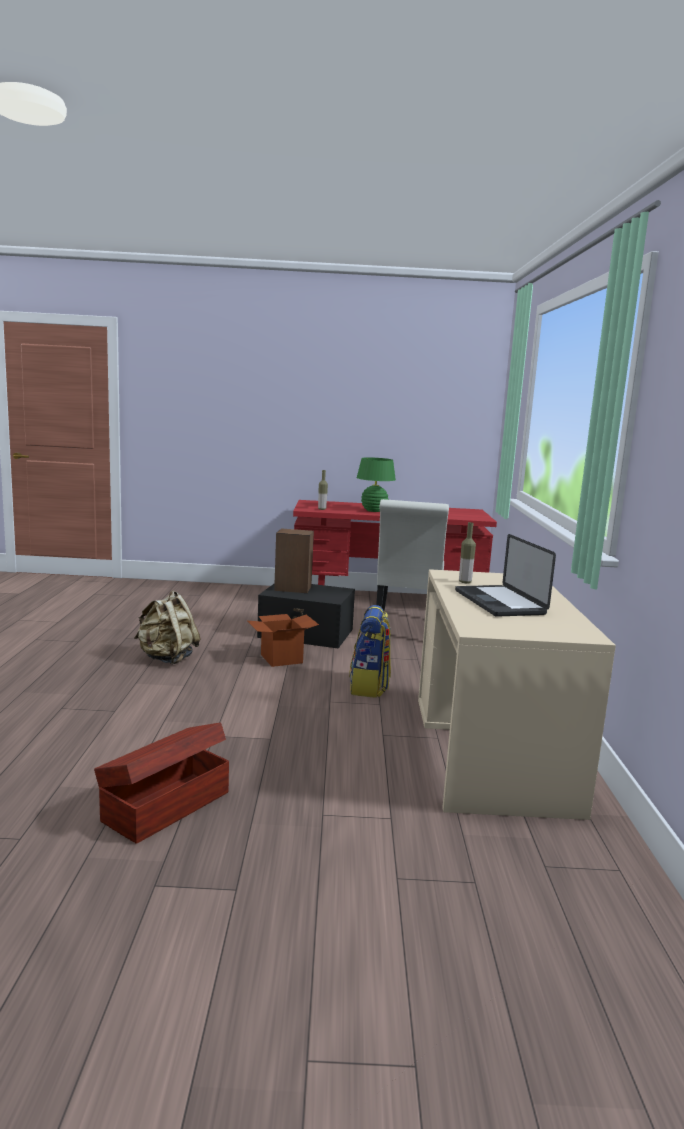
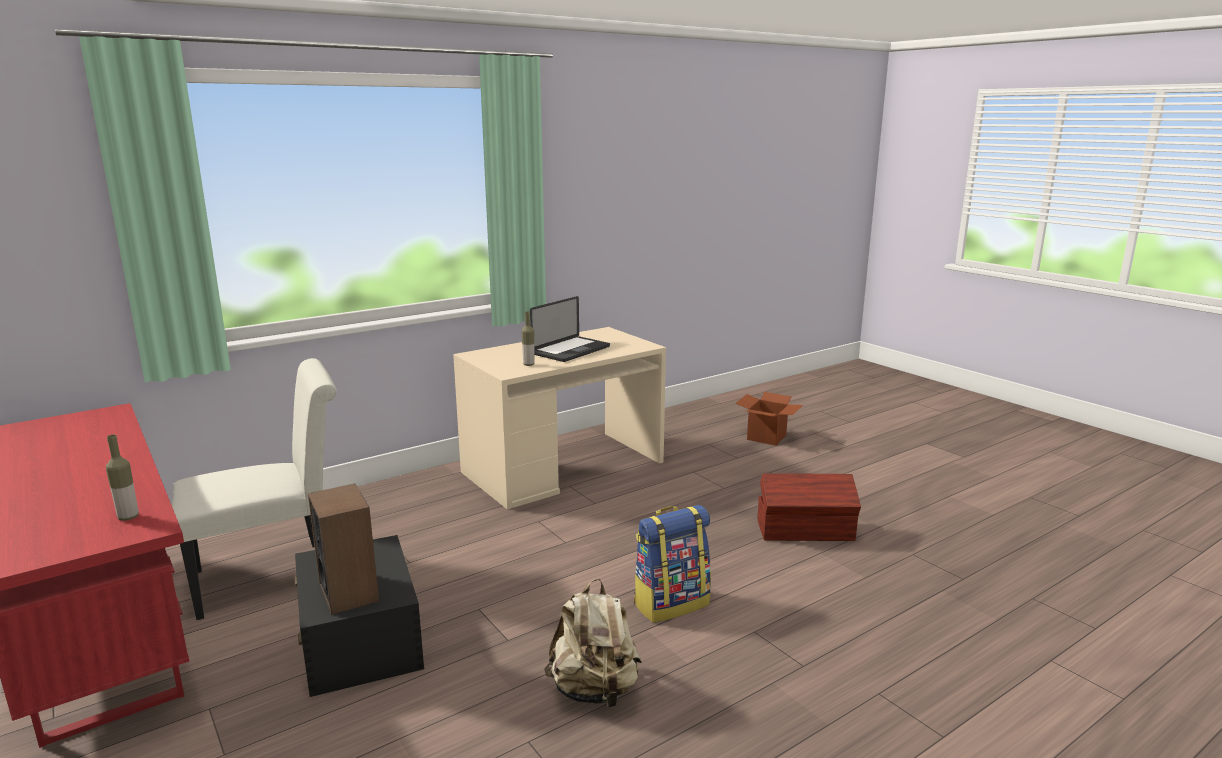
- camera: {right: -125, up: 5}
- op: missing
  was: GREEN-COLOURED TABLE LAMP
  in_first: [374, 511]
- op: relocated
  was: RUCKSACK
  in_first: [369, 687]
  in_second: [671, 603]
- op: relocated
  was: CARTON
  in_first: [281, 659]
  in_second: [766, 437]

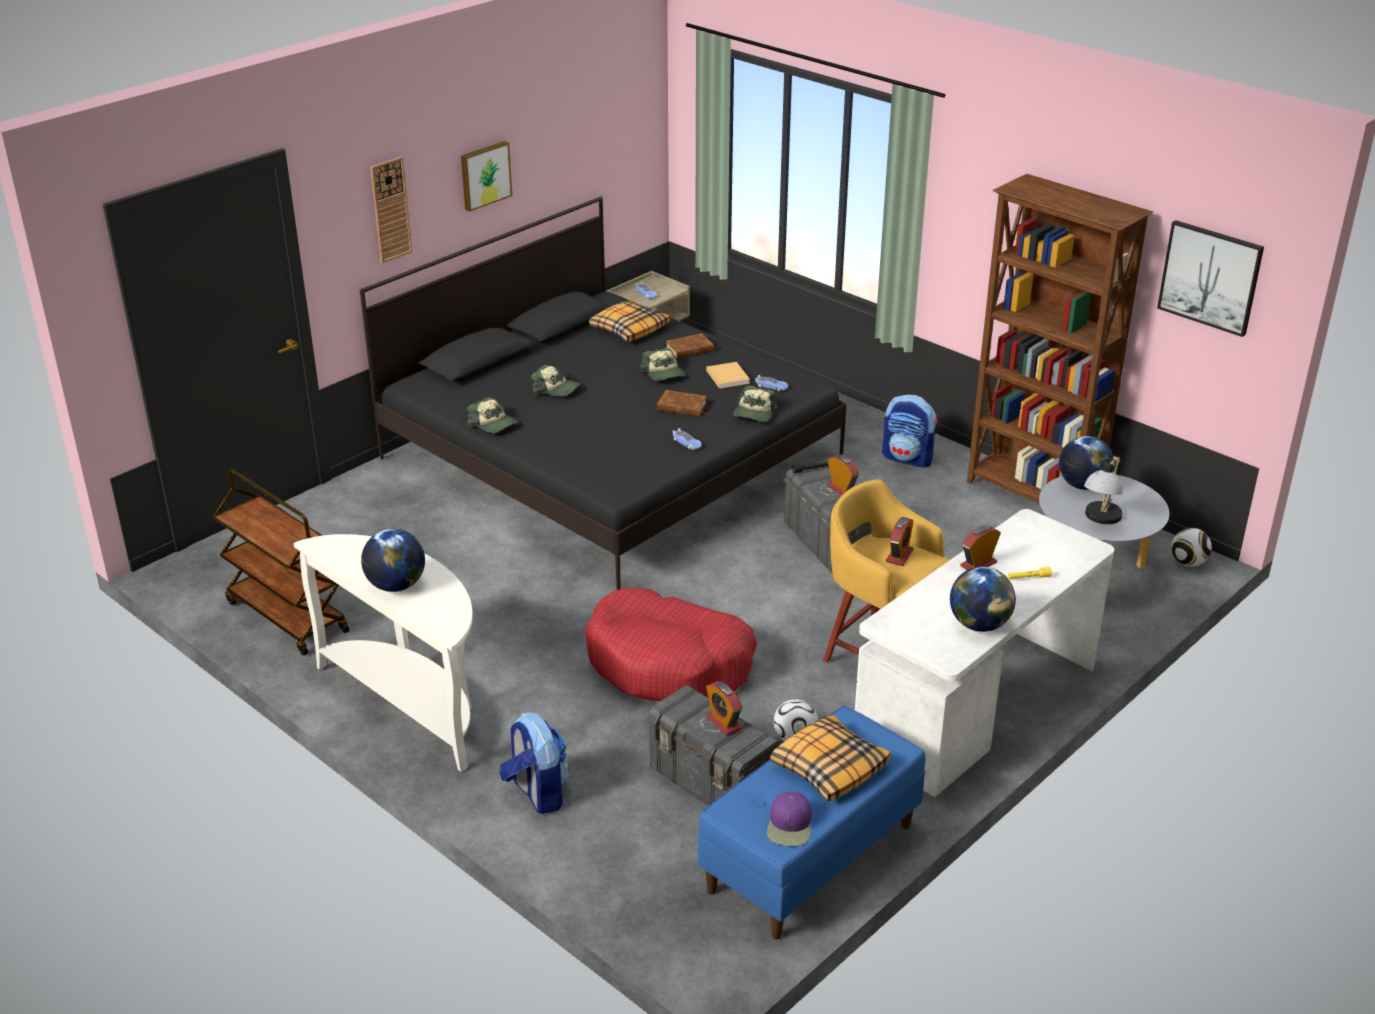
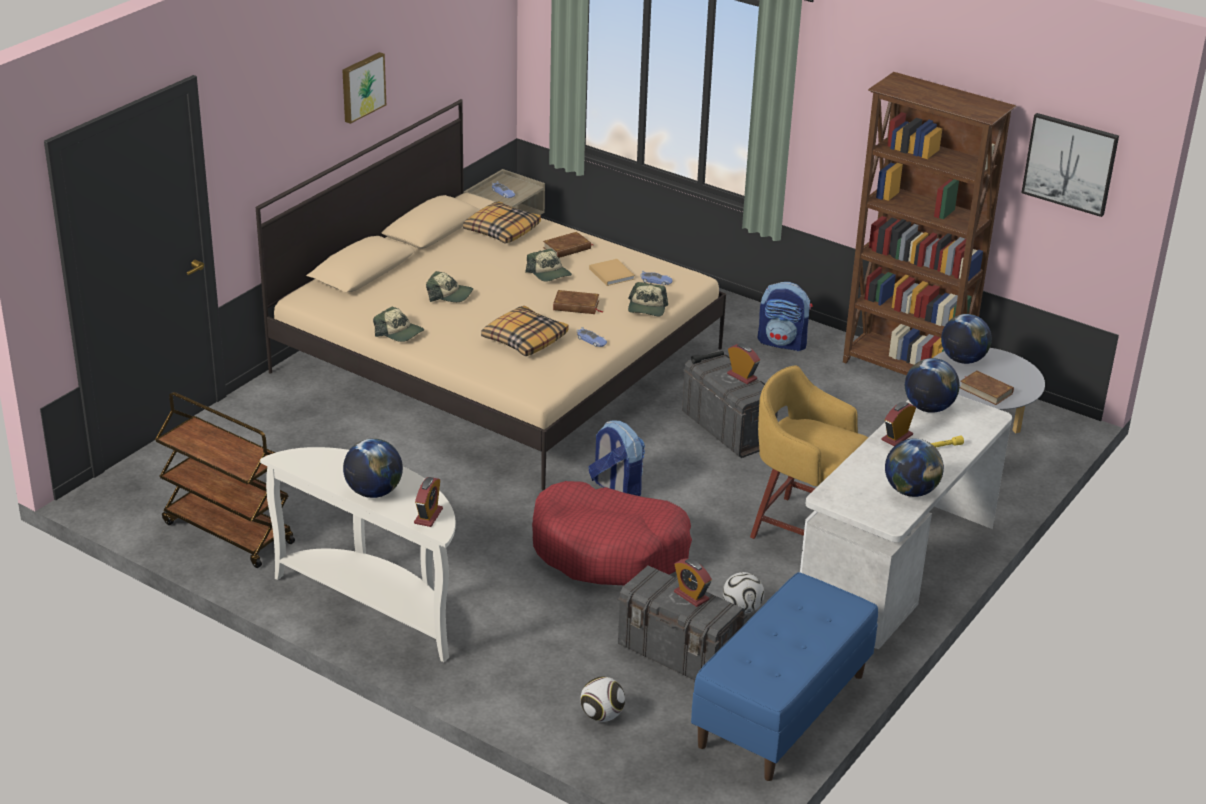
- camera: {right: -10, up: 0}
- op: missing
  was: HANGING CLOCK
  in_first: [390, 210]
- op: colour
  was: BLACKISH BED
  now: BEIGE BED
  in_first: [611, 459]
  in_second: [498, 360]
- op: exchanged
  was: TABLE LAMP
  now: BROWN-COLOURED BOOK
  in_first: [1101, 519]
  in_second: [985, 390]
- op: relocated
  was: ALARM CLOCK
  in_first: [899, 556]
  in_second: [428, 516]
- op: relocated
  was: FOOTBALL
  in_first: [1187, 563]
  in_second: [601, 715]
- op: relocated
  was: RUCKSACK
  in_first: [537, 793]
  in_second: [616, 489]
- op: relocated
  was: THROW PILLOW
  in_first: [828, 767]
  in_second: [524, 339]
- op: missing
  was: PURPLE PEAKED CAP
  in_first: [790, 825]
- op: appeared
  now: DESK GLOBE
  in_second: [928, 408]

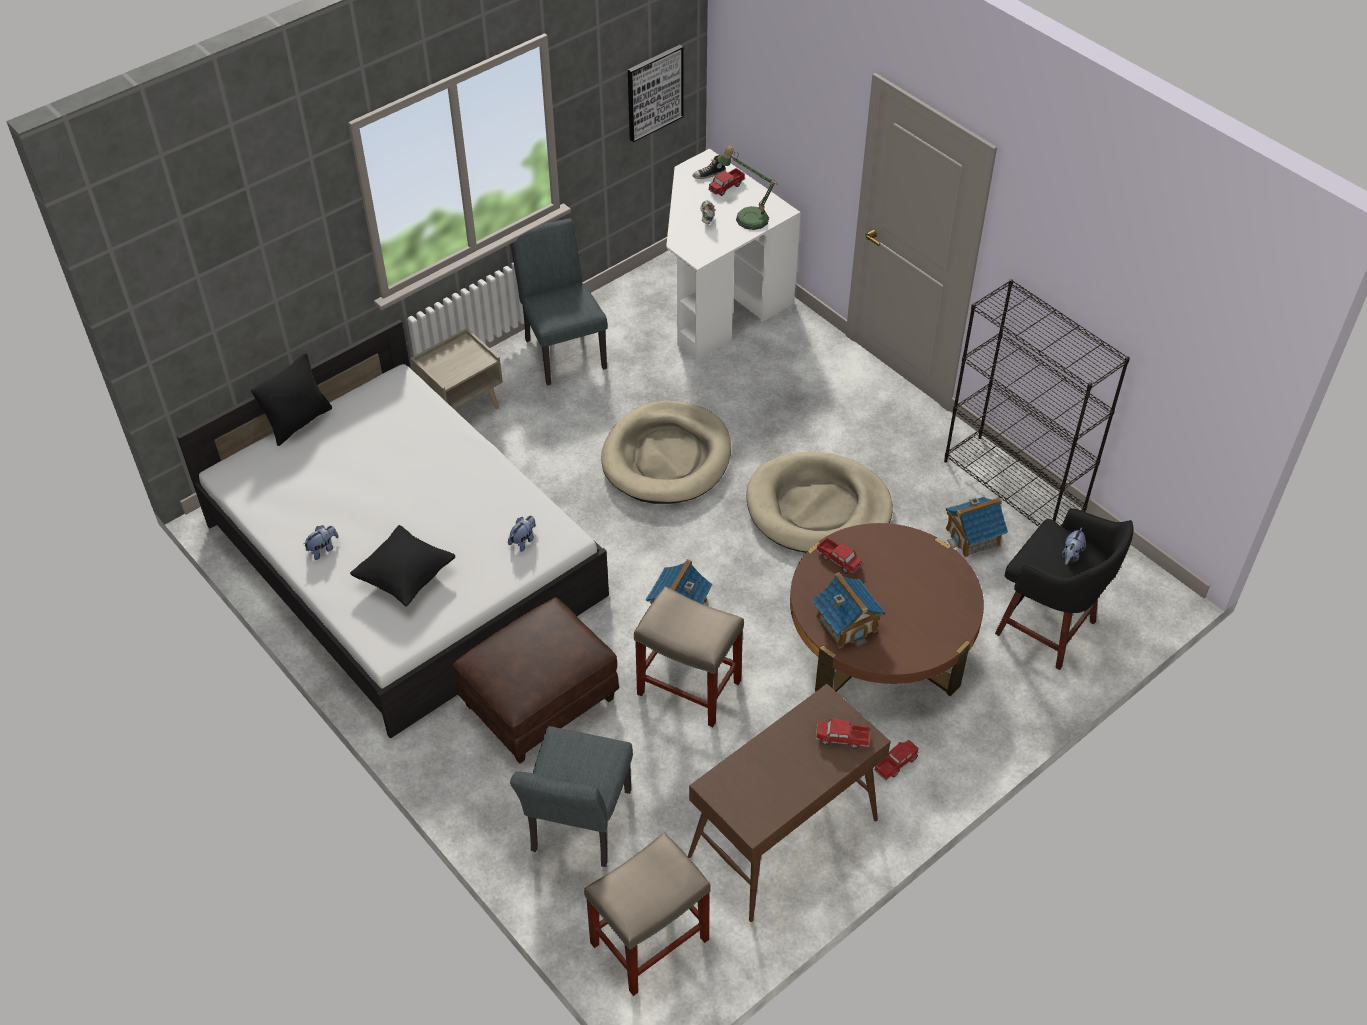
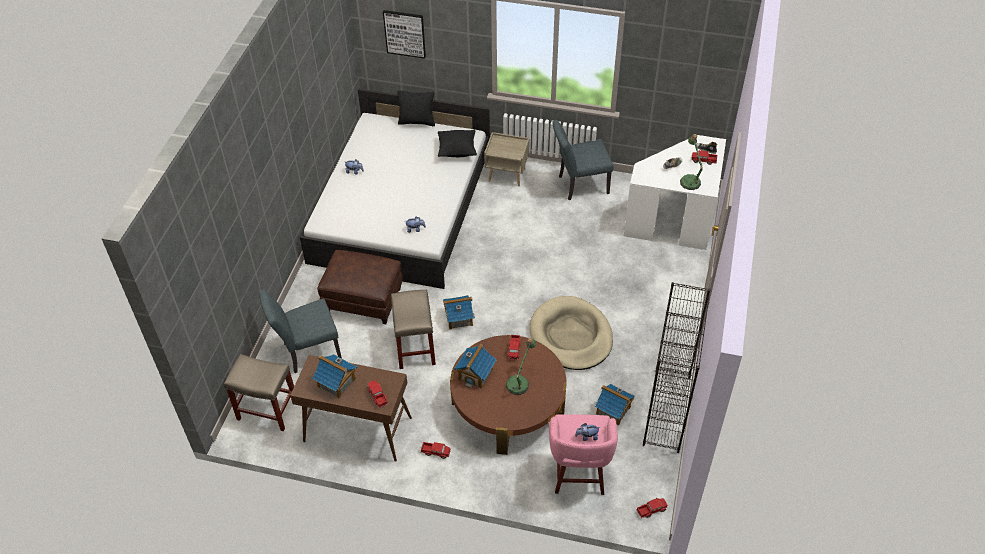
- camera: {right: 55, up: 0}
- op: relocated
  was: WALL PICTURE
  in_first: [654, 92]
  in_second: [405, 33]
- op: spun
  was: GRAY UPRIGHT CHAIR
  in_first: [562, 349]
  in_second: [579, 185]
  clockwise: -135
- op: missing
  was: BEIGE DOG BED
  in_first: [667, 457]
- op: colour
  was: BLACKISH STOOL SEAT
  now: PINKISH STOOL SEAT
  in_first: [1049, 629]
  in_second: [579, 475]
- op: relocated
  was: BLACKISH THROW PILLOW
  in_first: [405, 578]
  in_second: [457, 151]
- op: appeared
  now: TABLE LAMP
  in_second: [519, 382]
- op: appeared
  now: TOY HOUSE
  in_second: [336, 383]
- op: appeared
  now: MODEL TRUCK
  in_second: [651, 510]

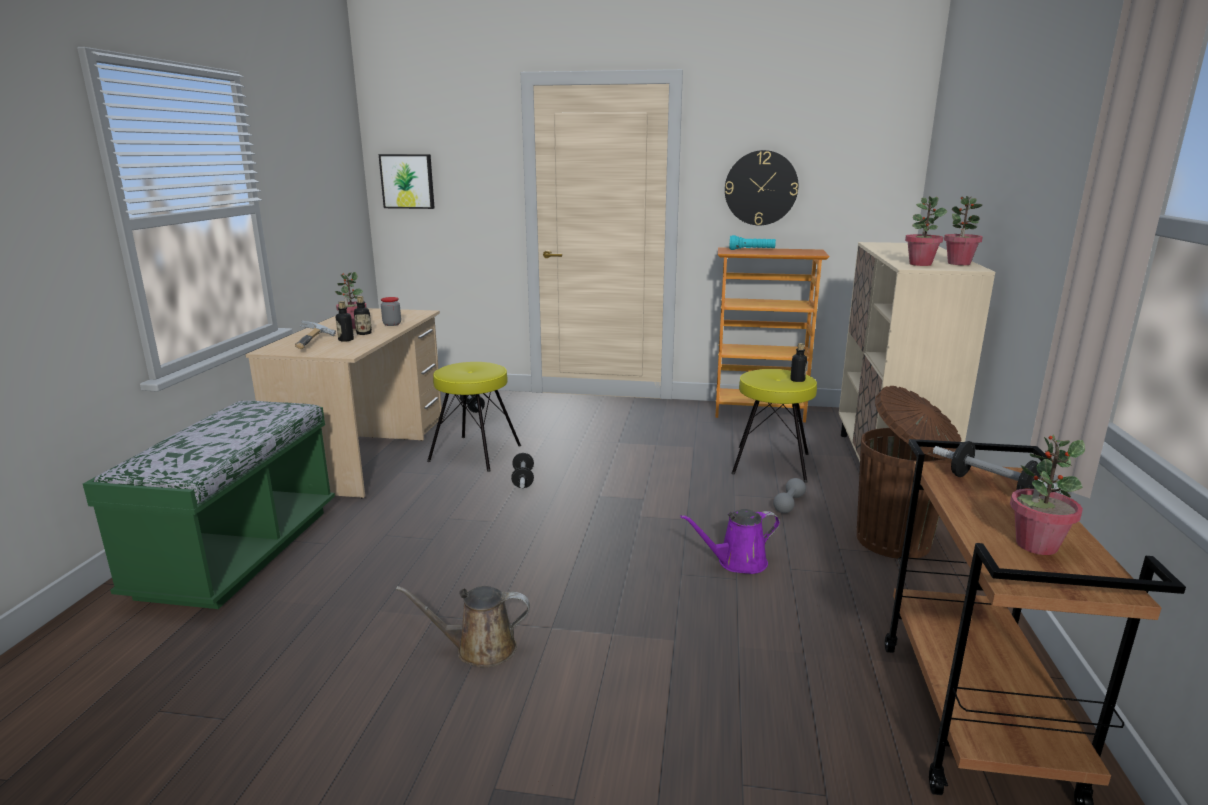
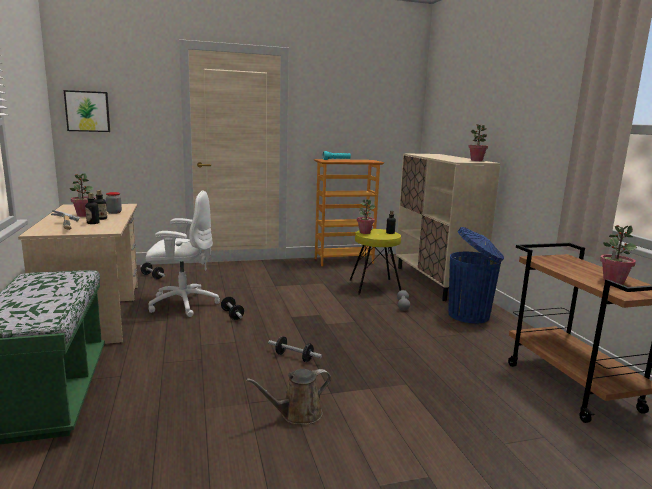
- camera: {right: -25, up: -5}
- op: missing
  was: HANGING CLOCK
  in_first: [761, 188]
- op: relocated
  was: POTTED PLANT
  in_first: [920, 264]
  in_second: [364, 232]
- op: exchanged
  was: YELLOW-COLOURED STOOL SEAT
  now: WHITE OFFICE CHAIR
  in_first: [475, 453]
  in_second: [182, 304]
- op: colour
  was: BROWN-COLOURED WASTE BIN
  now: BLUISH WASTE BIN
  in_first: [895, 541]
  in_second: [470, 315]
- op: relocated
  was: FREE WEIGHT
  in_first: [991, 486]
  in_second: [294, 357]
- op: missing
  was: PURPLE WATERING POT
  in_first: [737, 562]

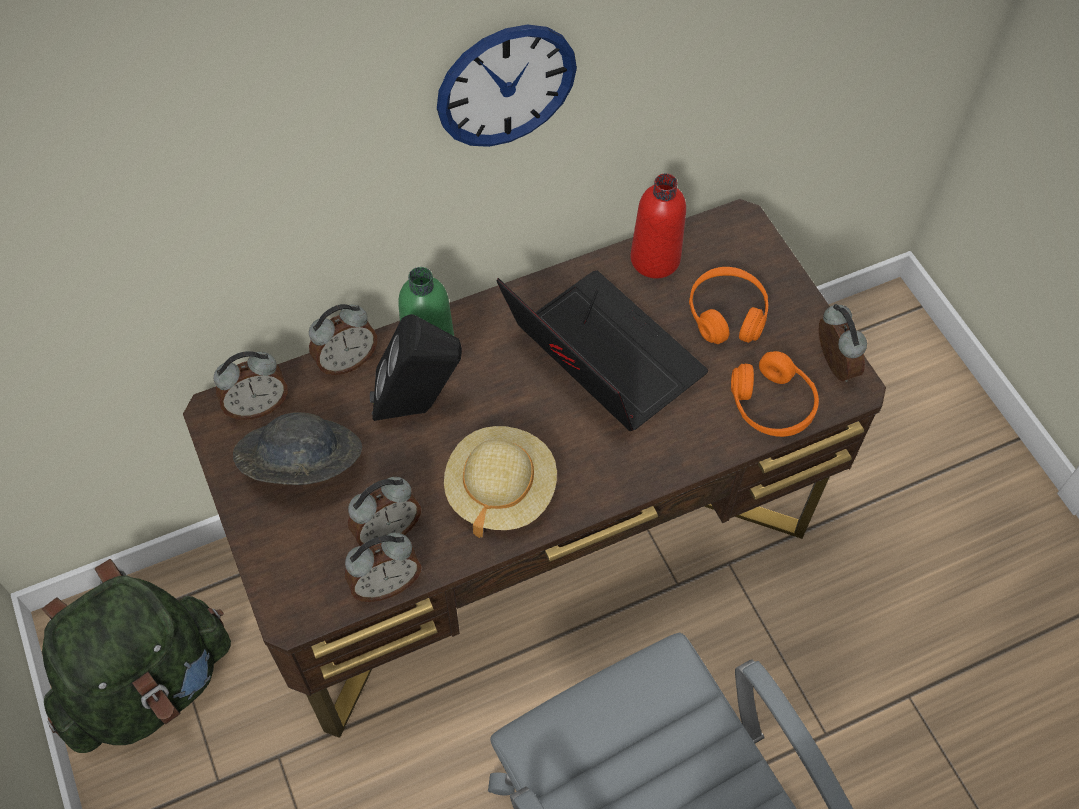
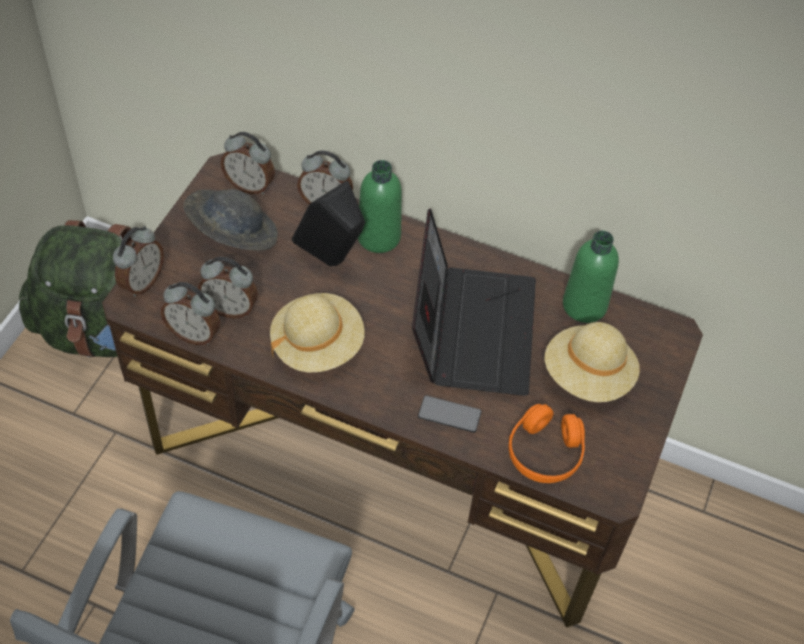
- camera: {right: 45, up: -5}
- op: missing
  was: HANGING CLOCK
  in_first: [506, 86]
- op: colour
  was: RED-COLOURED BOTTLE
  now: GREEN-COLOURED BOTTLE
  in_first: [655, 259]
  in_second: [584, 305]
- op: exchanged
  was: ORANGE-COLOURED PAIR OF HEADPHONES
  now: BEIGE WEARABLE HAT
  in_first: [726, 314]
  in_second: [588, 376]
- op: relocated
  was: ALARM CLOCK
  in_first: [832, 366]
  in_second: [141, 282]
- op: appeared
  now: PHONE
  in_second: [449, 415]

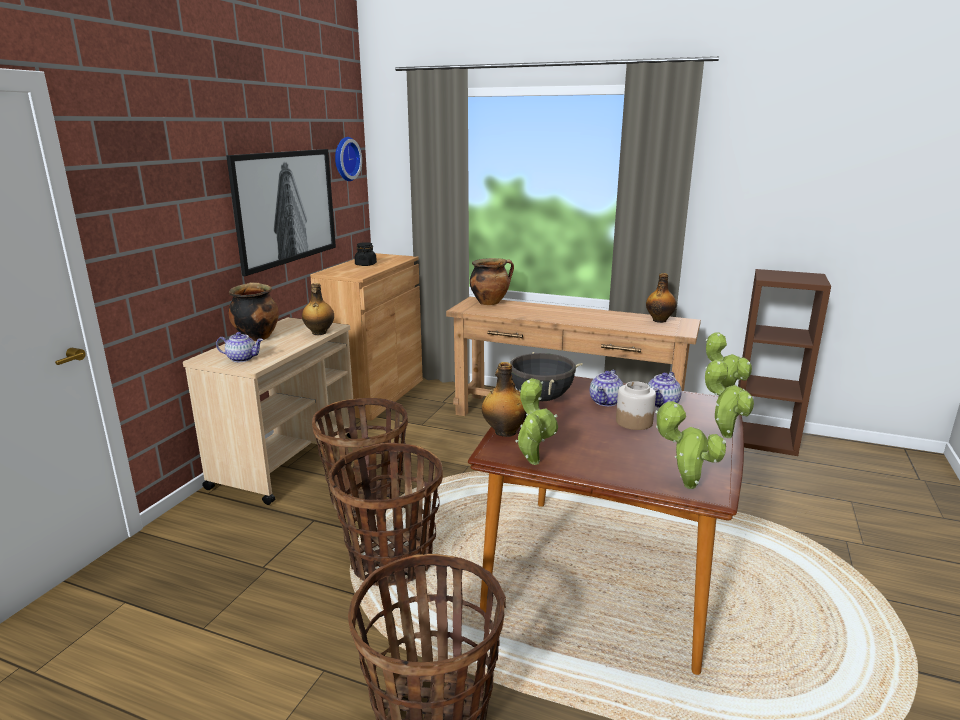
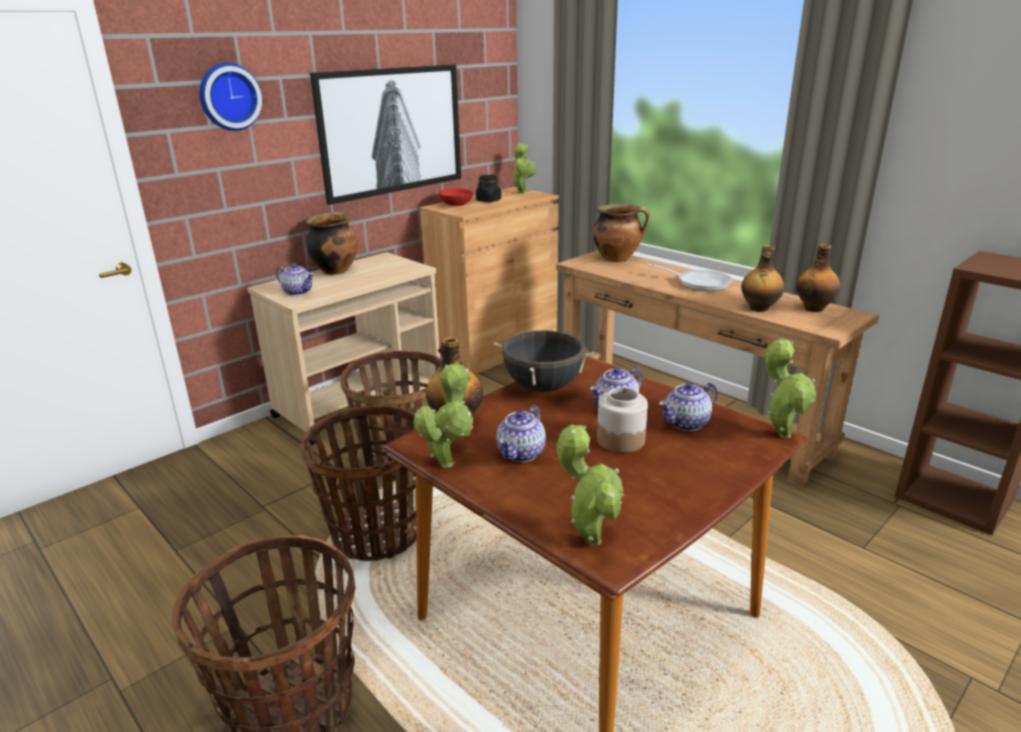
- camera: {right: 25, up: 5}
- op: relocated
  was: HANGING CLOCK
  in_first: [345, 159]
  in_second: [229, 97]
- op: relocated
  was: BOTTLE
  in_first: [319, 333]
  in_second: [759, 309]
- op: relocated
  was: POTTED PLANT
  in_first: [723, 434]
  in_second: [522, 192]
- op: appeared
  now: RED-COLOURED SERVING BOWL
  in_second: [456, 204]
- op: appeared
  now: FRYING PAN
  in_second: [699, 283]
- op: appeared
  now: POT FOR TEA
  in_second: [521, 454]

